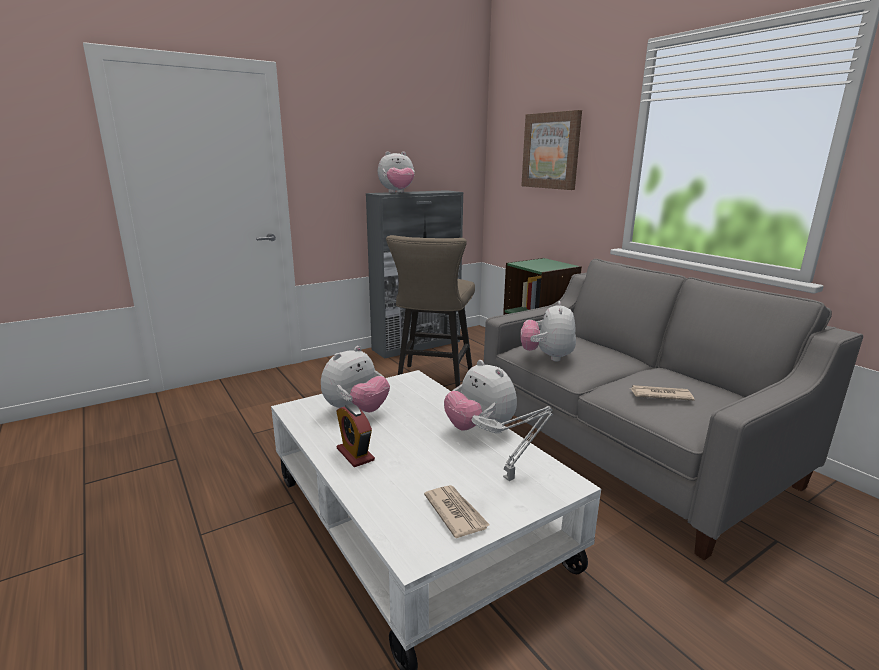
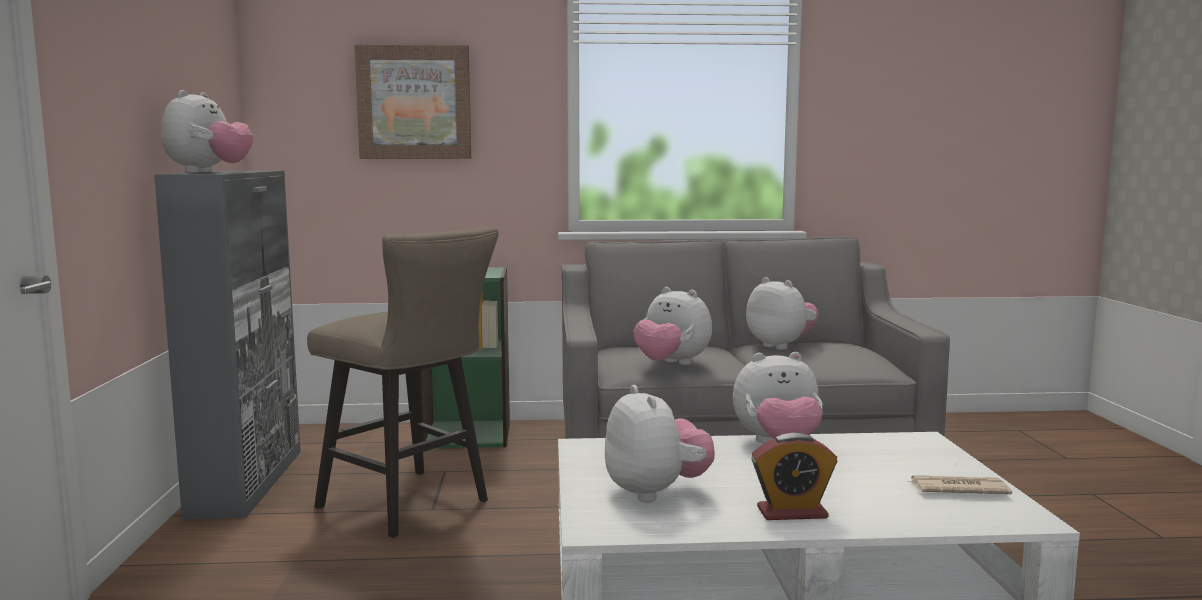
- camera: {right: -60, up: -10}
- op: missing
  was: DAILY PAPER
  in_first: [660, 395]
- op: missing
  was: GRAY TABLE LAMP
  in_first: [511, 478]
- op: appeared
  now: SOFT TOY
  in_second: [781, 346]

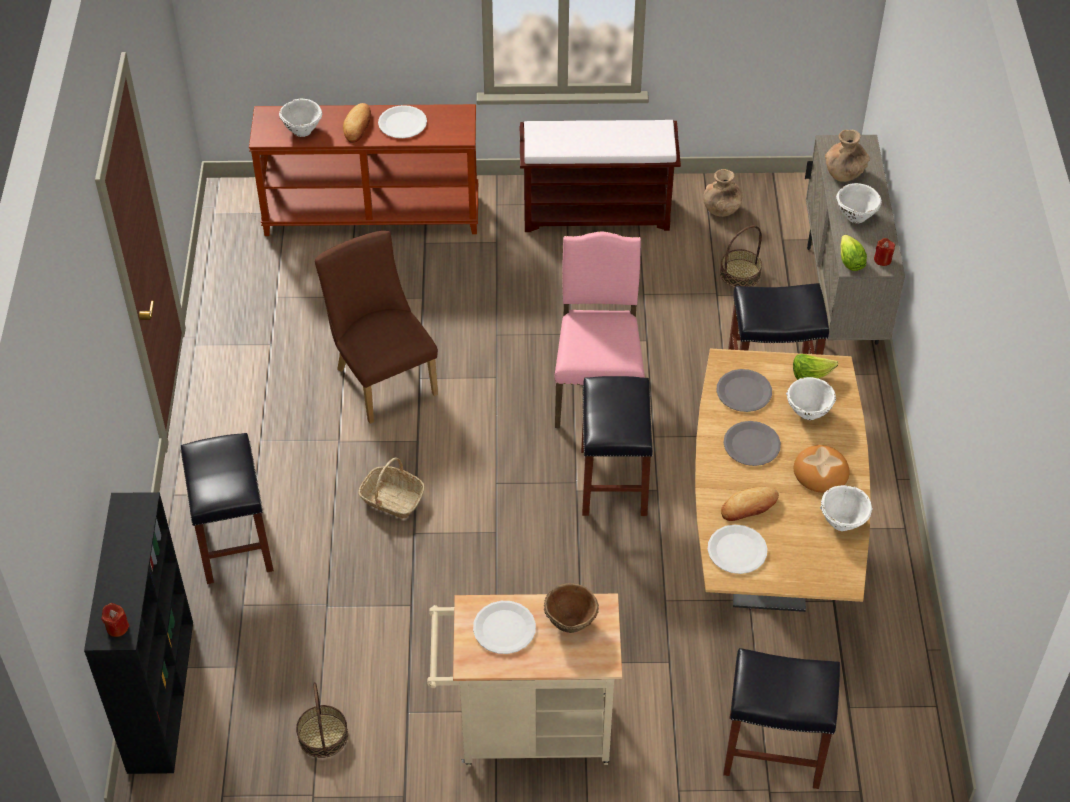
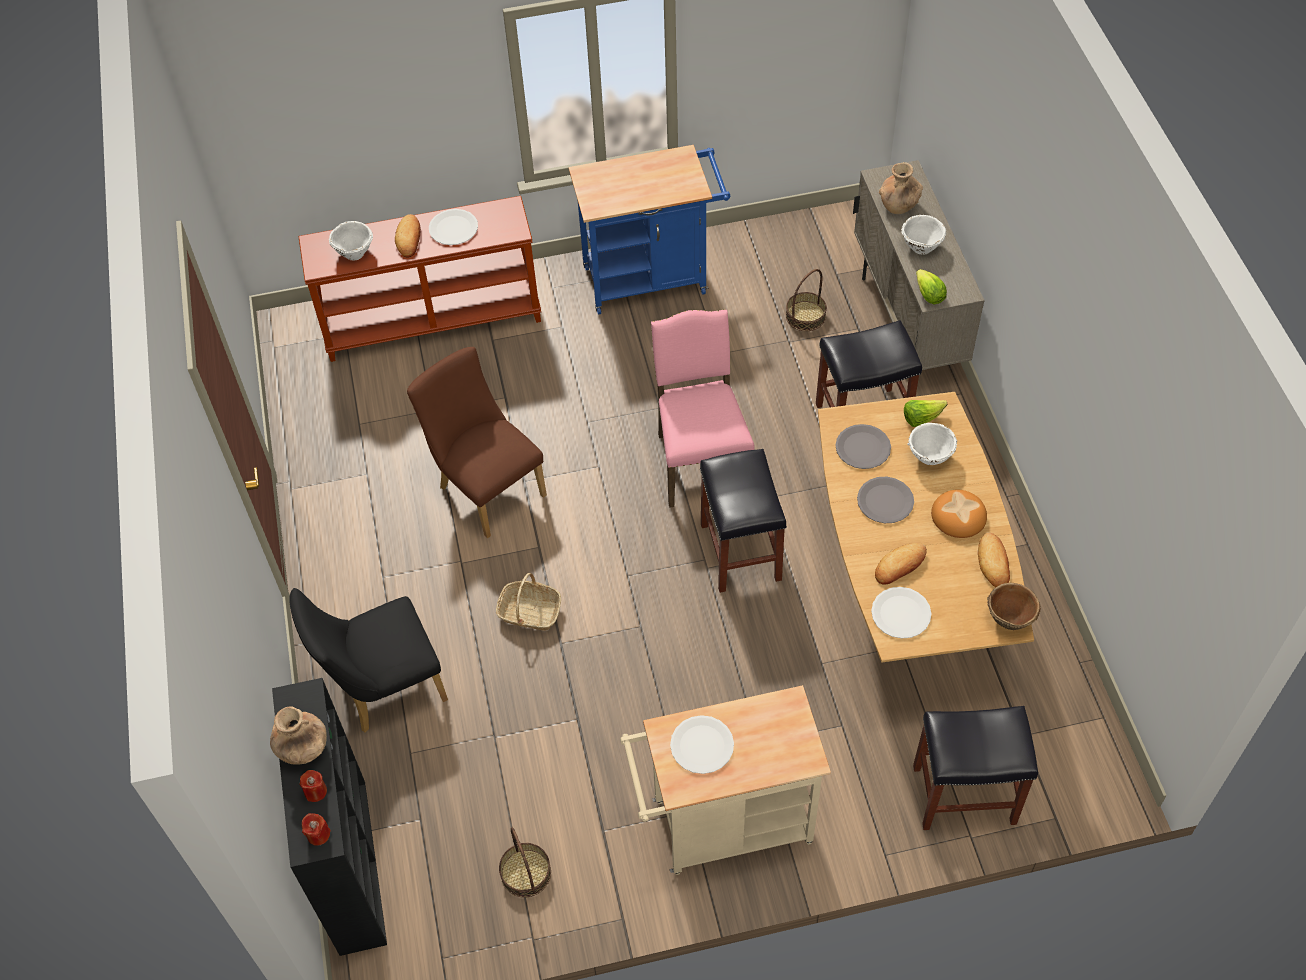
- camera: {right: -10, up: 5}
- op: exchanged
  was: BROWN-COLOURED LONG SEAT
  now: BLUISH TROLLEY
  in_first: [597, 212]
  in_second: [652, 278]
- op: relocated
  was: BROWN-COLOURED VASE
  in_first: [721, 209]
  in_second: [303, 749]
- op: relocated
  was: RED-COLOURED WAX CANDLE
  in_first: [882, 259]
  in_second: [315, 791]
- op: exchanged
  was: BLACKISH STOOL SEAT
  now: BLACKISH UPRIGHT CHAIR
  in_first: [233, 542]
  in_second: [383, 689]
- op: exchanged
  was: WHITE SERVING BOWL
  now: BAKED BREAD
  in_first: [843, 521]
  in_second: [993, 563]
- op: relocated
  was: BROWN-COLOURED SERVING BOWL
  in_first: [570, 621]
  in_second: [1009, 618]

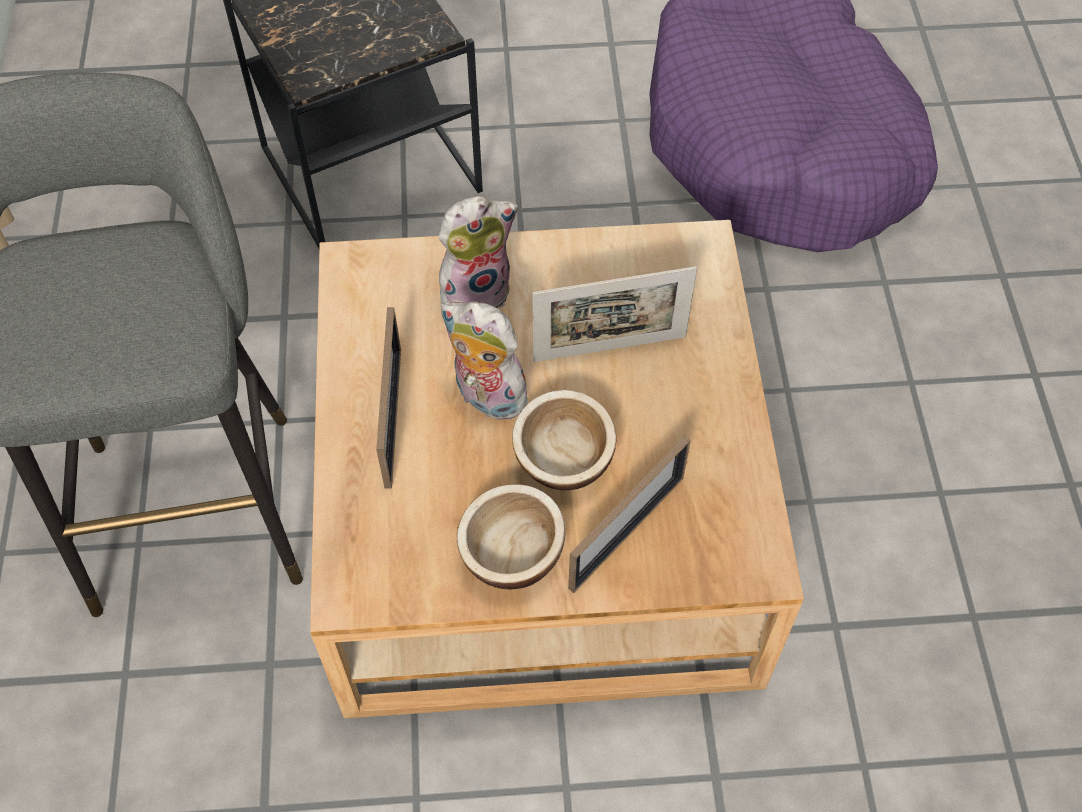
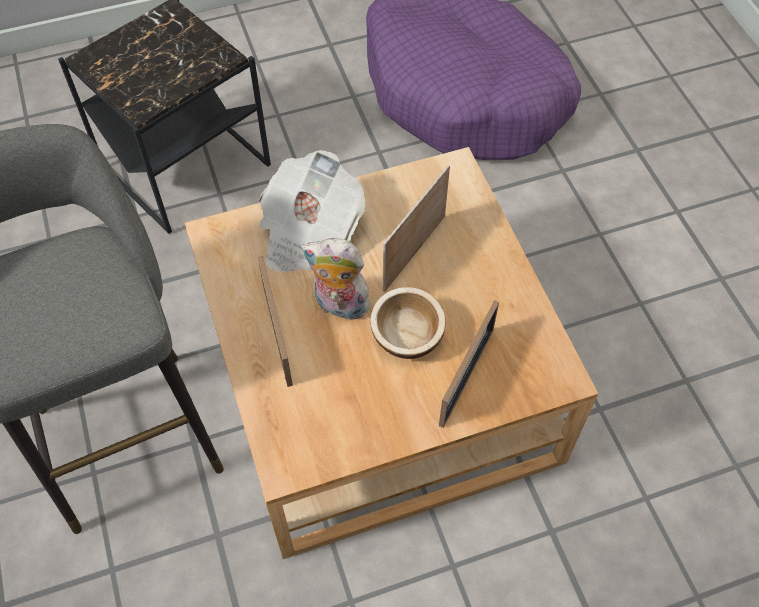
- camera: {right: -15, up: 0}
- op: exchanged
  was: SOFT TOY
  now: DAILY PAPER
  in_first: [476, 291]
  in_second: [309, 233]
- op: spun
  was: PHOTO FRAME
  in_first: [609, 348]
  in_second: [414, 253]
  clockwise: 150
- op: missing
  was: SERVING BOWL
  in_first: [512, 553]

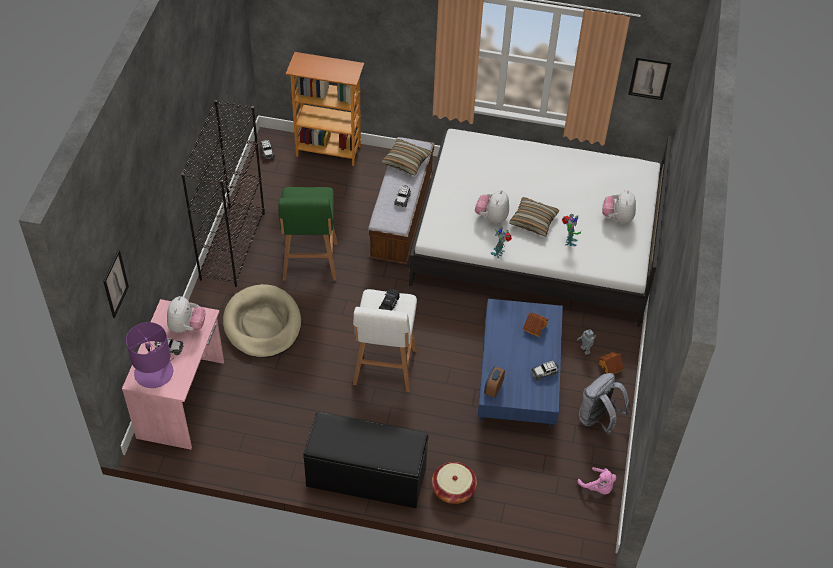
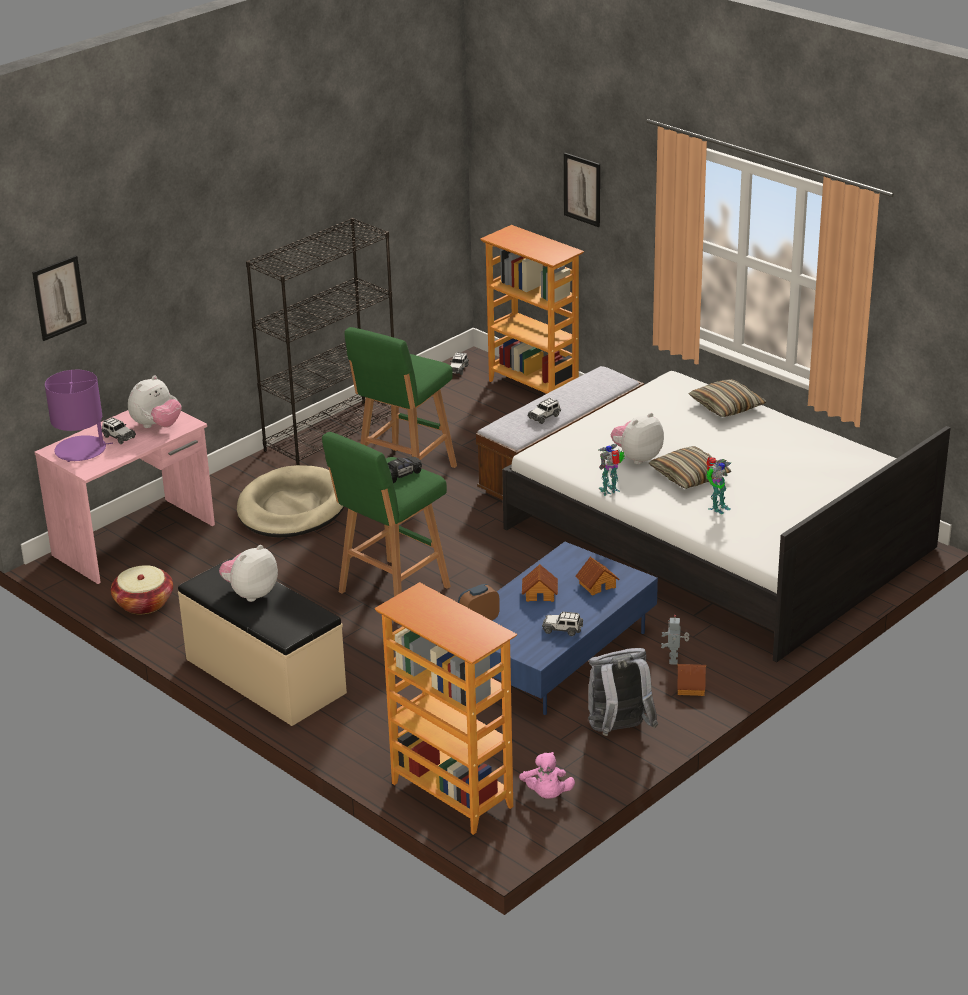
- camera: {right: 35, up: -20}
- op: relocated
  was: WALL PICTURE
  in_first: [649, 78]
  in_second: [582, 189]
- op: relocated
  was: THROW PILLOW
  in_first: [406, 161]
  in_second: [726, 406]
- op: relocated
  was: SOFT TOY
  in_first: [617, 218]
  in_second: [250, 593]
- op: colour
  was: WHITE STOOL SEAT
  now: GREEN-COLOURED STOOL SEAT
  in_first: [384, 369]
  in_second: [391, 591]
- op: colour
  was: BLACKISH LONG SEAT
  now: BEIGE LONG SEAT
  in_first: [366, 476]
  in_second: [264, 676]
- op: relocated
  was: BASKET
  in_first: [453, 489]
  in_second: [144, 603]
- op: appeared
  now: TOY HOUSE
  in_second: [540, 594]
- op: appeared
  now: BOOKCASE
  in_second: [450, 795]

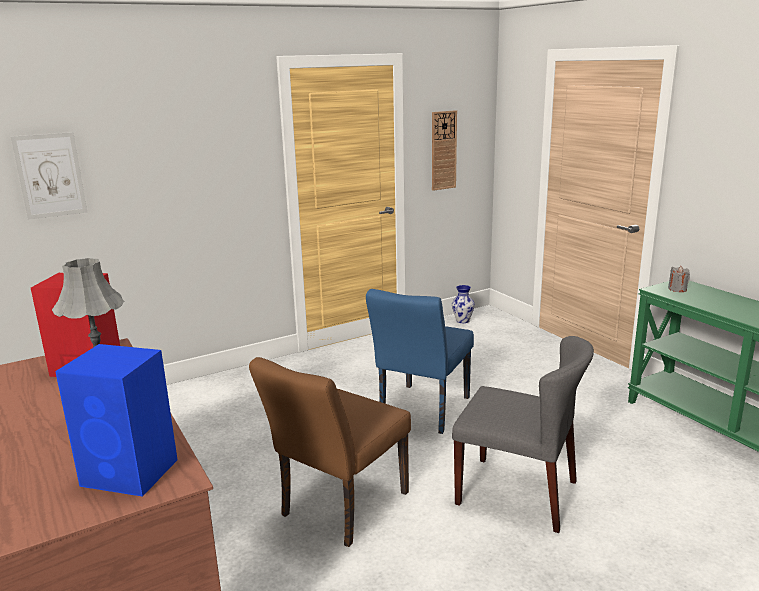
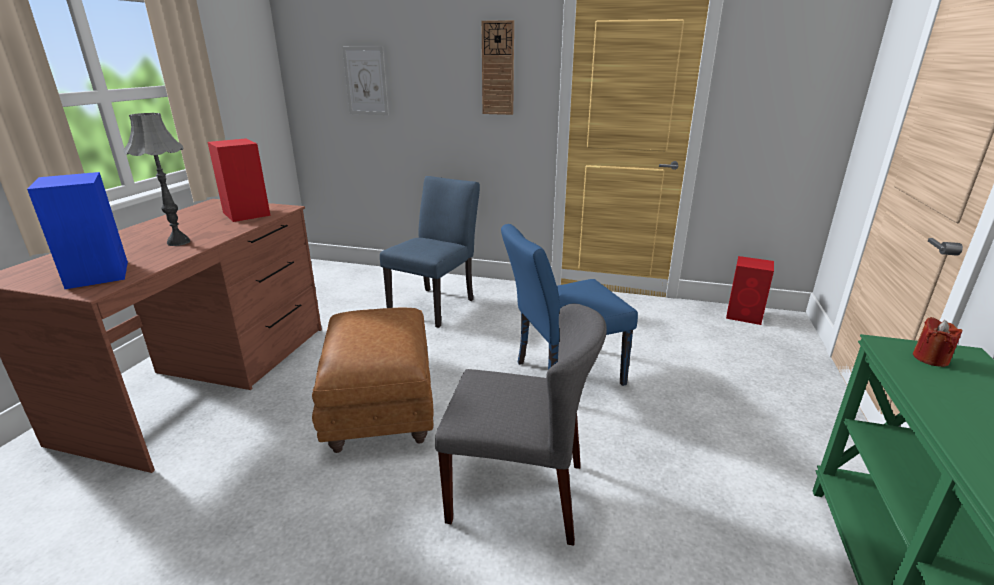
- camera: {right: 45, up: 5}
- op: relocated
  was: HANGING CLOCK
  in_first: [443, 150]
  in_second: [498, 68]
- op: colour
  was: GRAY WAX CANDLE
  now: RED-COLOURED WAX CANDLE
  in_first: [677, 289]
  in_second: [930, 358]
- op: exchanged
  was: VASE
  now: RED-COLOURED LOUDSPEAKER
  in_first: [462, 320]
  in_second: [745, 316]
- op: spun
  was: GRAY UPRIGHT CHAIR
  in_first: [518, 492]
  in_second: [518, 492]
  clockwise: -60
- op: exchanged
  was: BROWN-COLOURED UPRIGHT CHAIR
  now: BROWN-COLOURED POUFFE
  in_first: [338, 508]
  in_second: [380, 408]
- op: appeared
  now: BLUISH UPRIGHT CHAIR
  in_second: [436, 304]

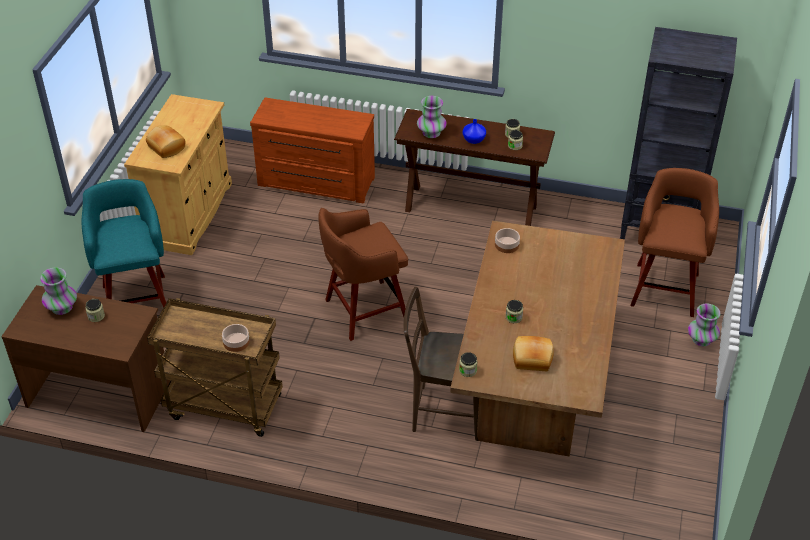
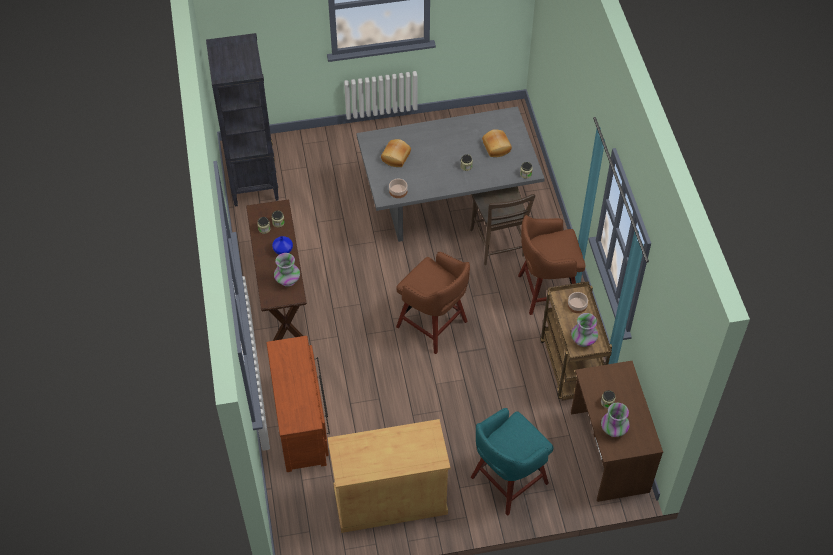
- camera: {right: -115, up: 10}
- op: relocated
  was: BAKED BREAD
  in_first: [166, 147]
  in_second: [396, 157]
- op: relocated
  was: BROWN-COLOURED STOOL SEAT
  in_first: [665, 288]
  in_second: [545, 291]
- op: colour
  was: BROWN-COLOURED DINNER TABLE
  now: GRAY DINNER TABLE
  in_first: [533, 385]
  in_second: [447, 208]
- op: relocated
  was: VASE
  in_first: [701, 340]
  in_second: [583, 340]

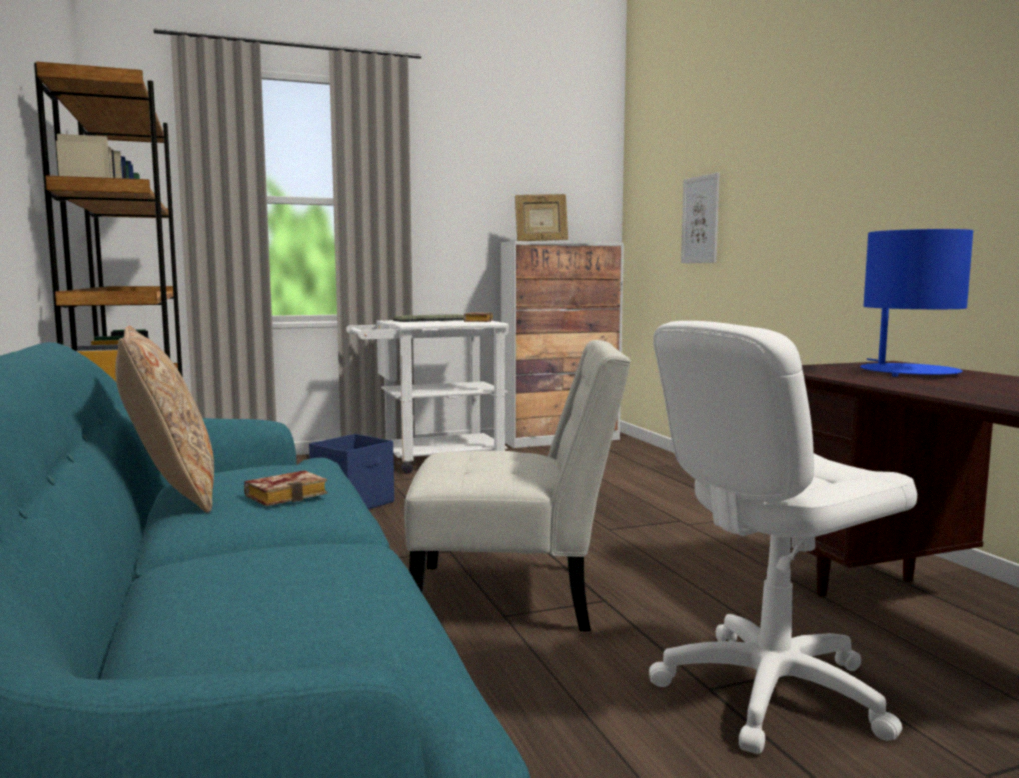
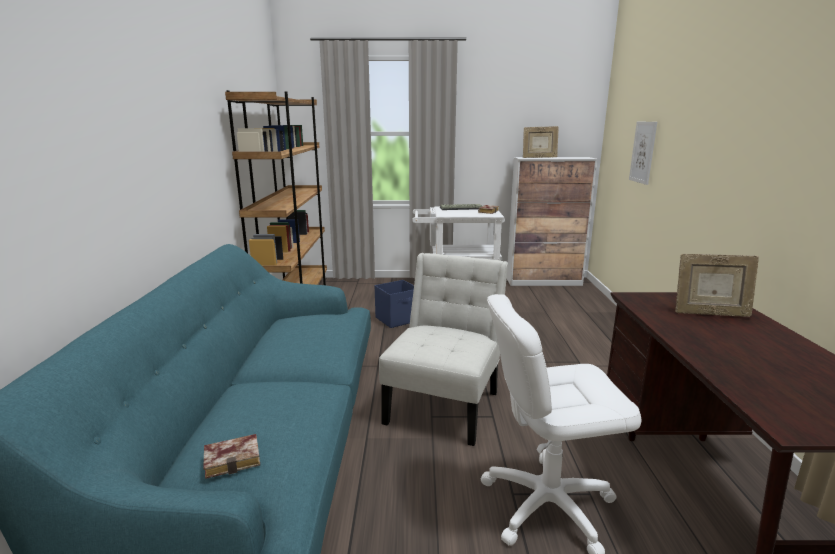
- camera: {right: 20, up: 10}
- op: exchanged
  was: BLUISH TABLE LAMP
  now: PHOTO FRAME
  in_first: [908, 372]
  in_second: [710, 314]
- op: missing
  was: BEIGE THROW PILLOW
  in_first: [170, 492]
- op: spun
  was: WHITE UPRIGHT CHAIR
  in_first: [515, 597]
  in_second: [445, 404]
  clockwise: -90
- op: relocated
  was: BOOK
  in_first: [288, 494]
  in_second: [235, 459]

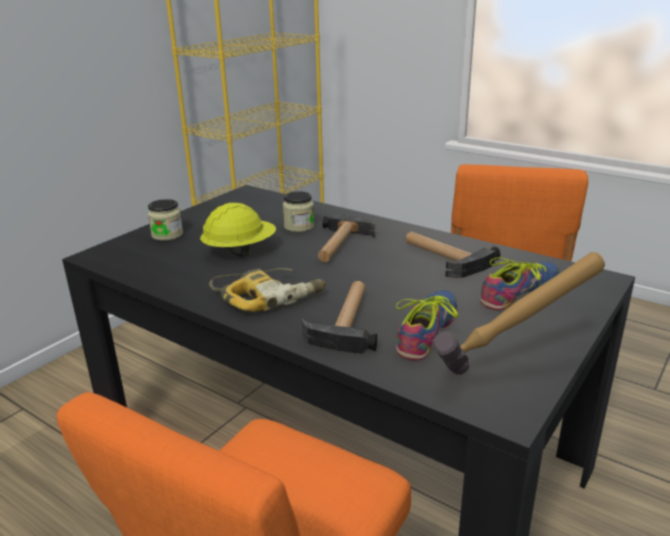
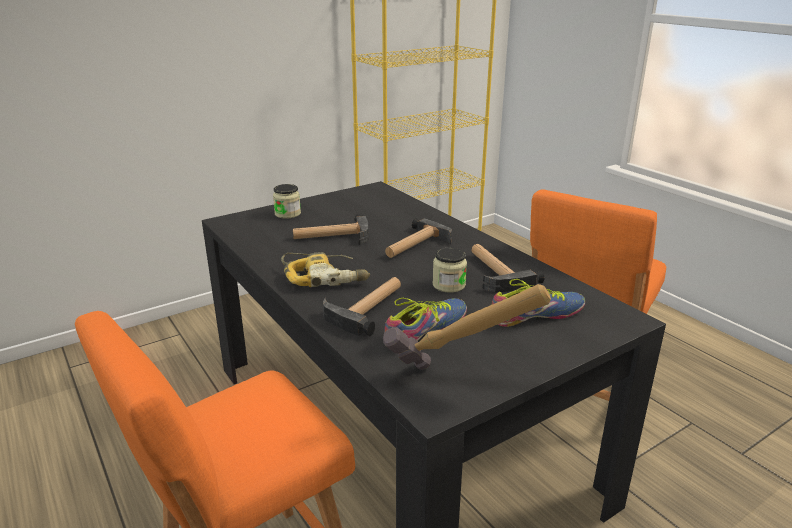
- camera: {right: 20, up: 0}
- op: relocated
  was: JAR
  in_first: [299, 226]
  in_second: [449, 285]
- op: exchanged
  was: YELLOW-COLOURED WORK HELMET
  now: HAND HAMMER
  in_first: [240, 251]
  in_second: [331, 236]

